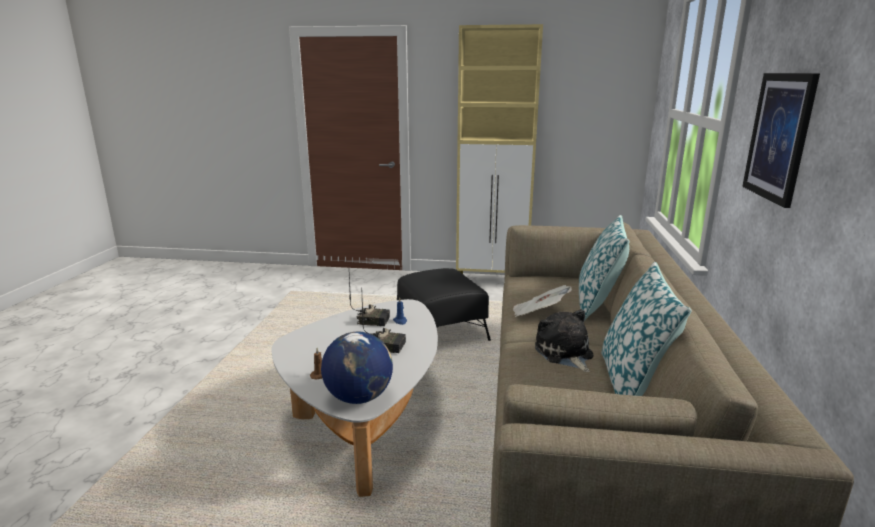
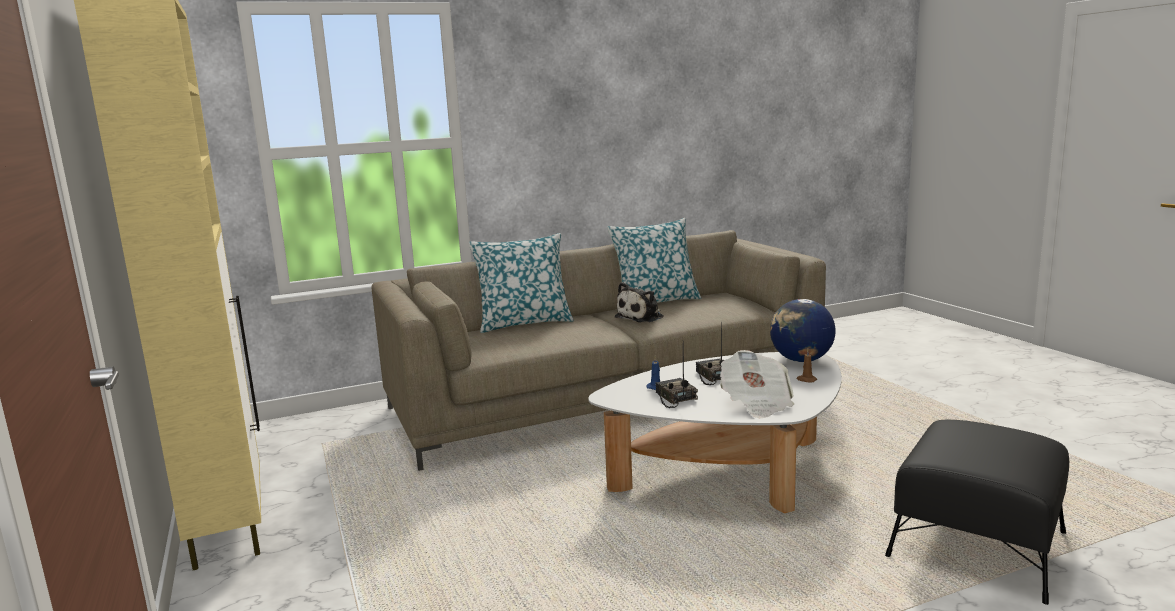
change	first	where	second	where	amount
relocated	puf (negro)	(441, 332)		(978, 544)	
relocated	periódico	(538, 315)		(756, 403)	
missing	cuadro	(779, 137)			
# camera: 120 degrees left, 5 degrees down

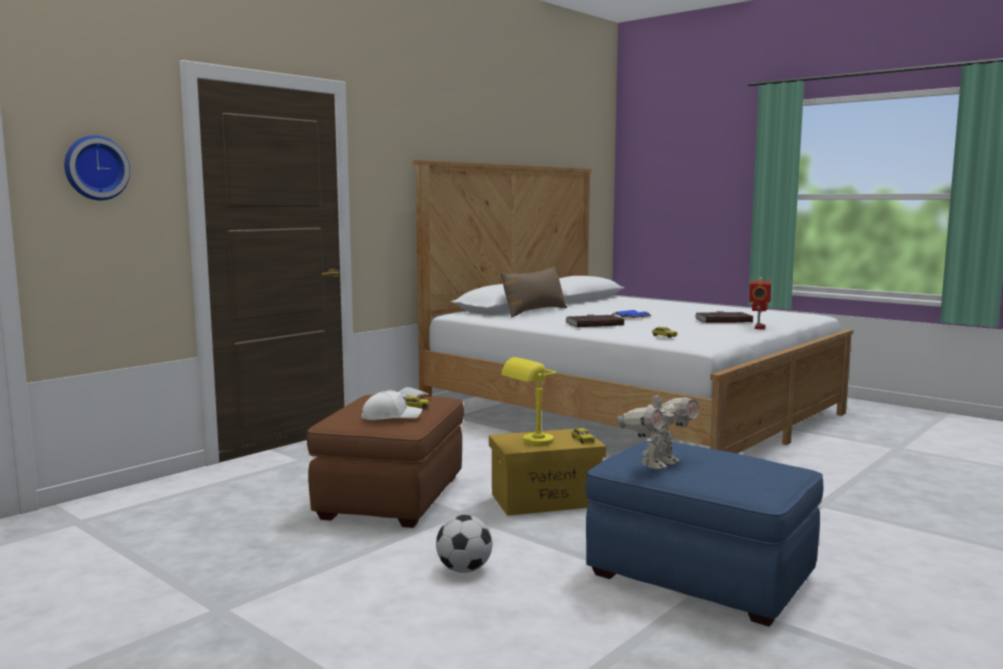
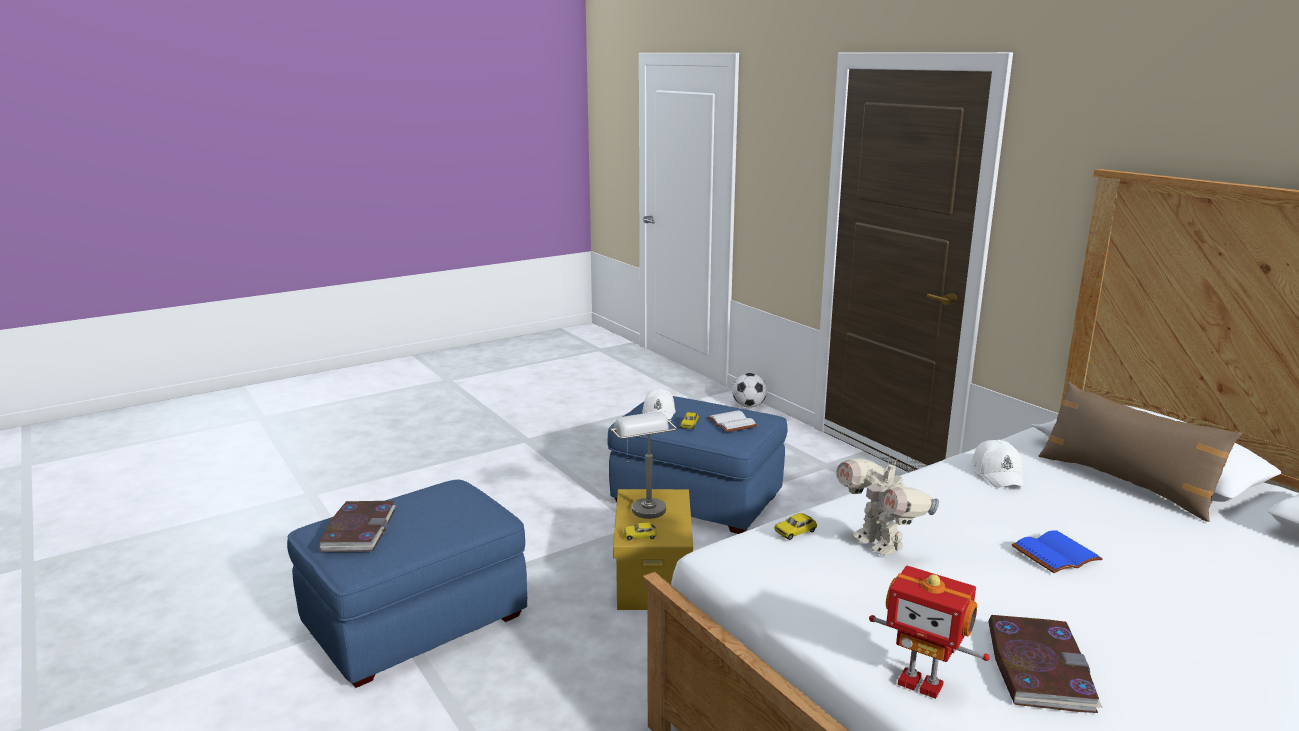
change	first	where	second	where	amount
missing	reloj de pared	(95, 168)			
colour	puf (marrón)	(392, 497)	puf (azul)	(698, 500)	
relocated	balón de fútbol	(464, 570)		(748, 406)	
colour	lámpara de mesa (amarillo)	(530, 443)	lámpara de mesa (gris)	(643, 505)	
relocated	libro	(594, 324)		(358, 530)	
relocated	robot de juguete	(657, 464)		(880, 543)	
appeared			gorra (blanco)	(998, 473)	
# camera: 105 degrees right, 10 degrees up

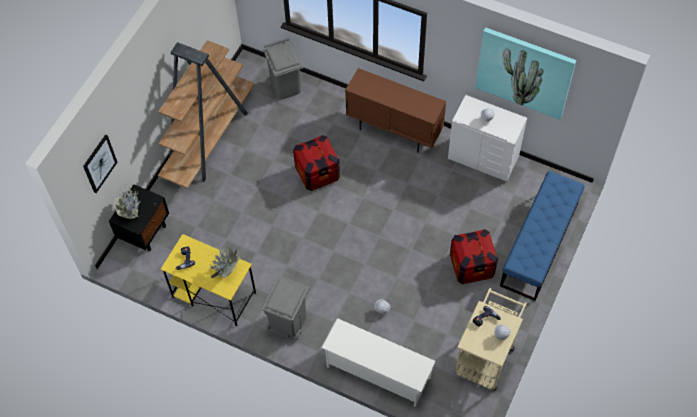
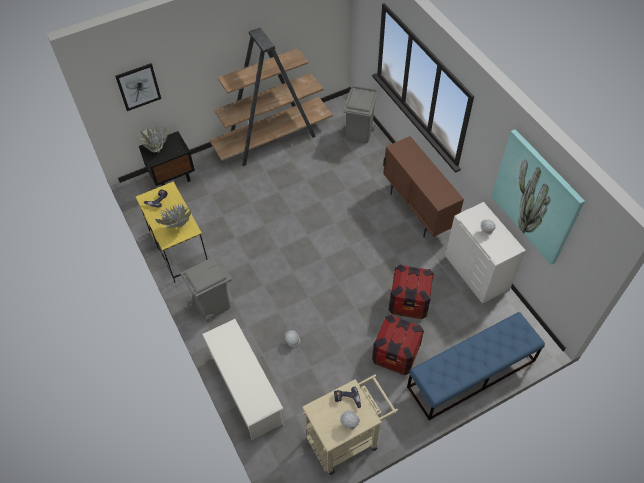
change	first	where	second	where	amount
relocated	caja de embalaje	(317, 173)		(408, 302)	
# camera: 35 degrees right, 5 degrees down

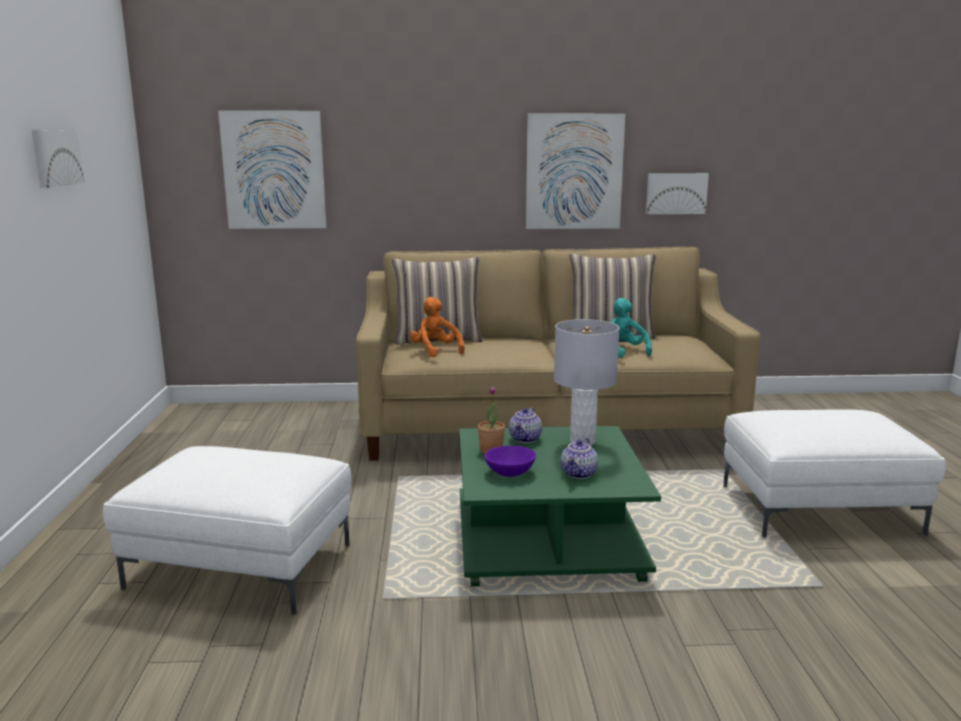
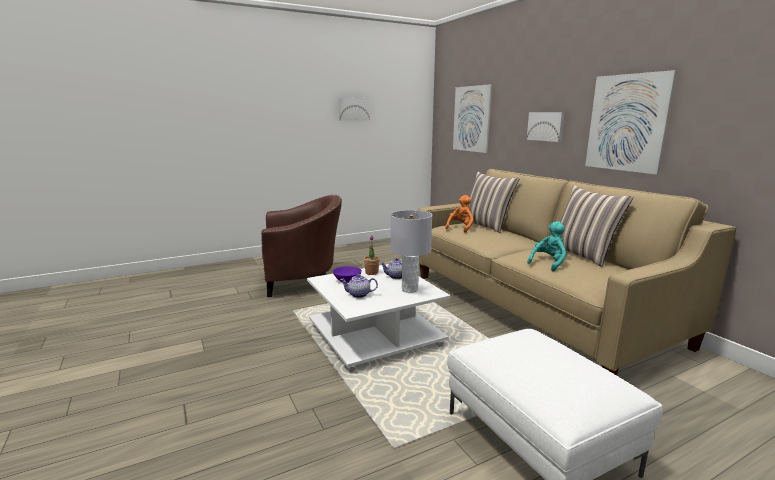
change	first	where	second	where	amount
exchanged	puf (blanco)	(244, 565)	sillón (marrón)	(303, 281)	
colour	mesa de centro (verde)	(549, 540)	mesa de centro (blanco)	(377, 336)	
relocated	cuadro	(676, 193)		(546, 126)	
# camera: 65 degrees right, 0 degrees up

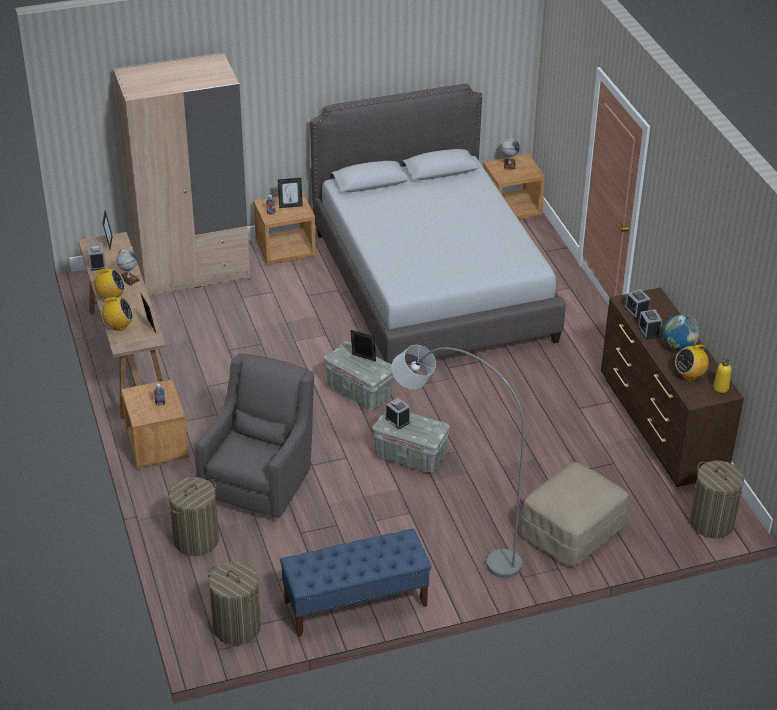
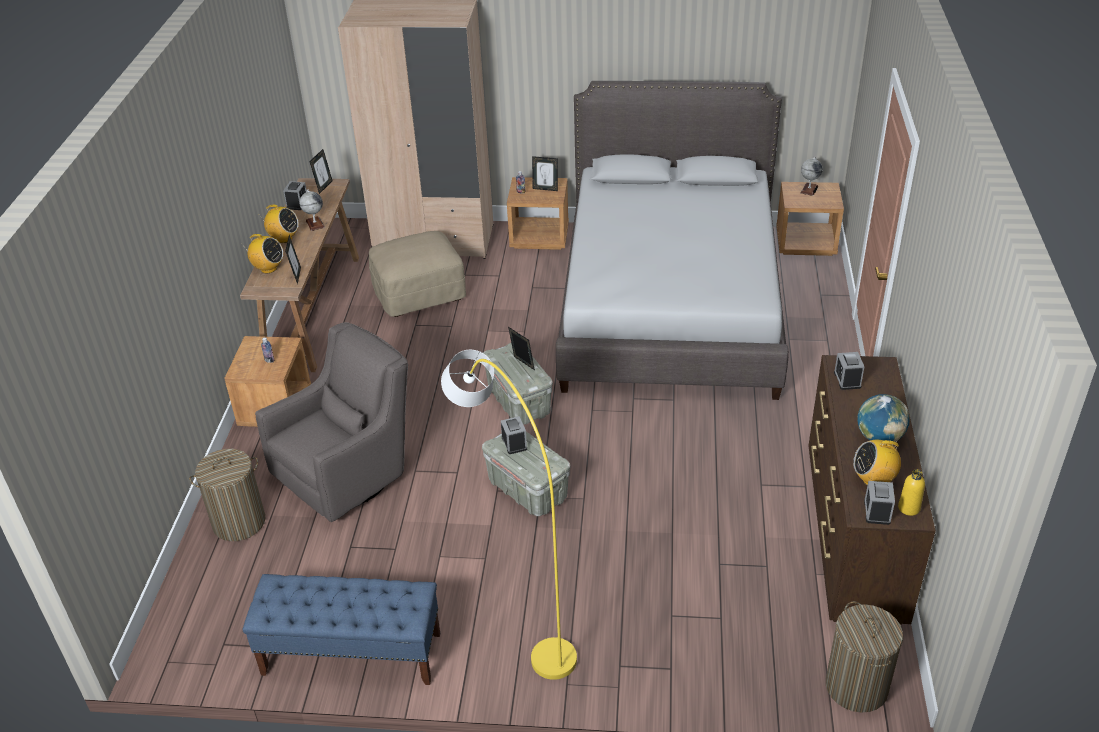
change	first	where	second	where	amount
missing	cesto de la ropa	(236, 627)			
colour	lámpara de pie (gris)	(451, 535)	lámpara de pie (amarillo)	(515, 600)	
relocated	puf (beis)	(572, 532)		(419, 294)	
relocated	despertador	(649, 331)		(877, 511)	
# camera: 25 degrees right, 0 degrees up

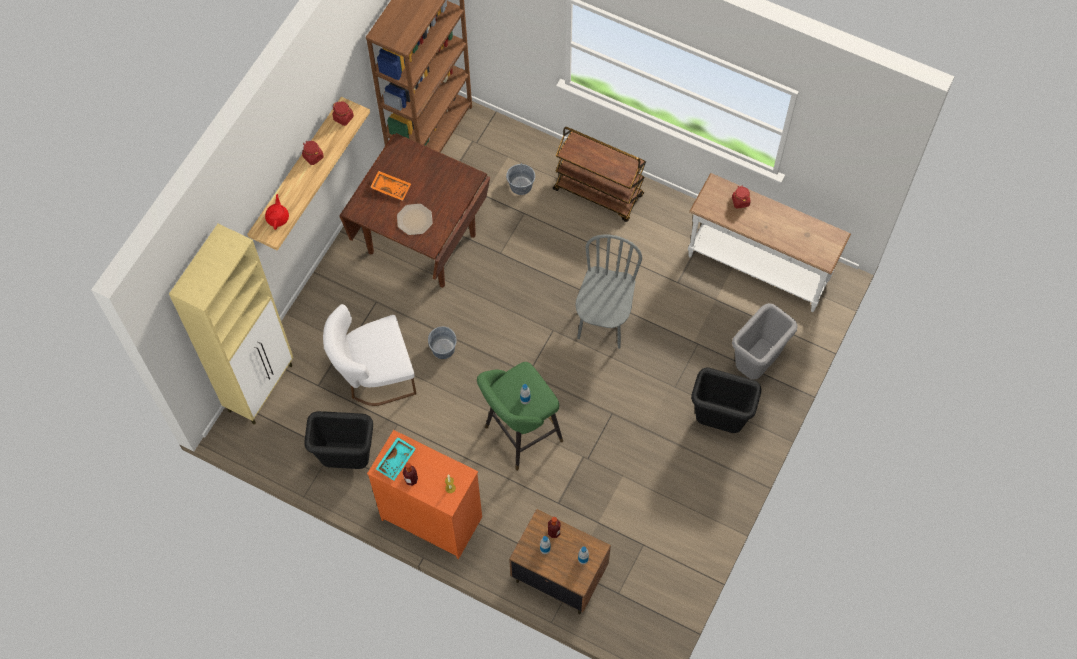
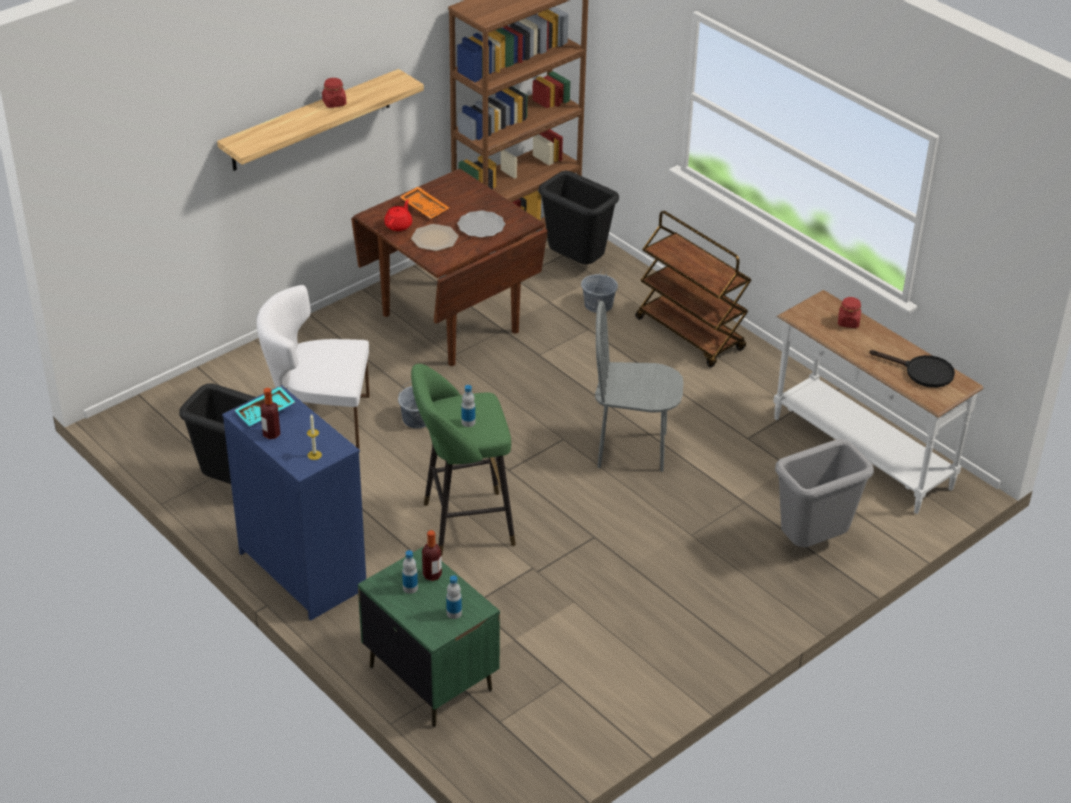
change	first	where	second	where	amount
missing	armario (beis)	(261, 387)			
relocated	tetera (rojo)	(278, 218)		(399, 225)	
missing	tarro (rojo)	(343, 118)			
colour	cómoda (naranja)	(432, 518)	cómoda (azul)	(303, 570)	
colour	mesita de noche (marrón)	(559, 575)	mesita de noche (verde)	(430, 678)	
spun	silla (gris)	(604, 322)		(632, 449)	120 degrees counterclockwise
relocated	papelera (negro)	(718, 421)		(575, 264)	
appeared			plato	(481, 226)	
appeared			sartén (negro)	(922, 372)	
# camera: 20 degrees right, 25 degrees down

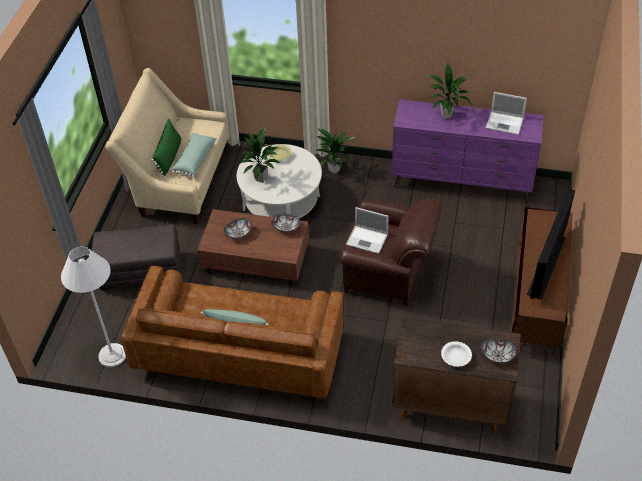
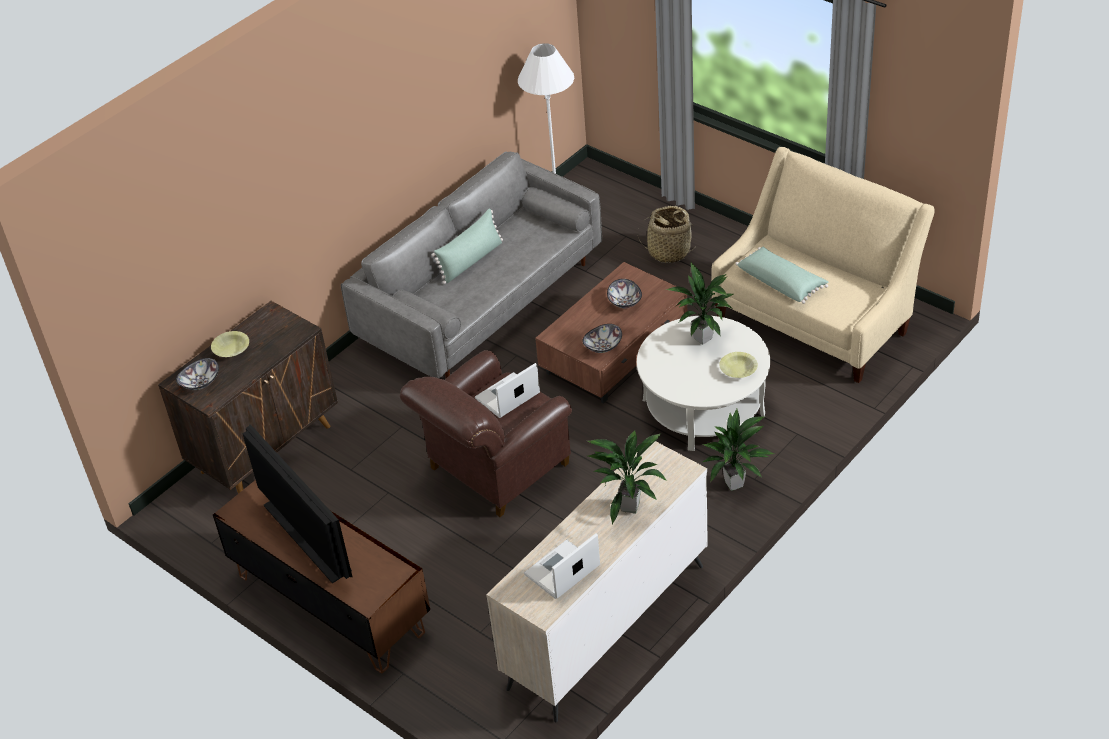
change	first	where	second	where	amount
exchanged	puf (gris)	(140, 271)	cesta	(669, 252)	
colour	sofá (marrón)	(239, 353)	sofá (gris)	(481, 301)	
missing	cojín (verde)	(169, 156)			
colour	cómoda (morado)	(462, 183)	cómoda (beis)	(606, 626)	
colour	cuenco (blanco)	(456, 357)	cuenco (amarillo)	(231, 349)	
# camera: 120 degrees right, 5 degrees down

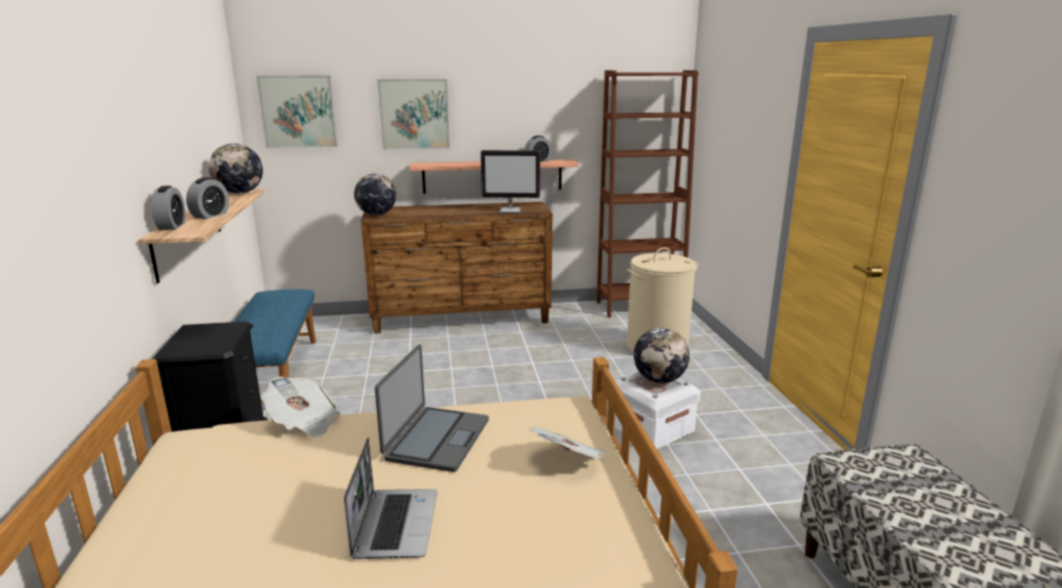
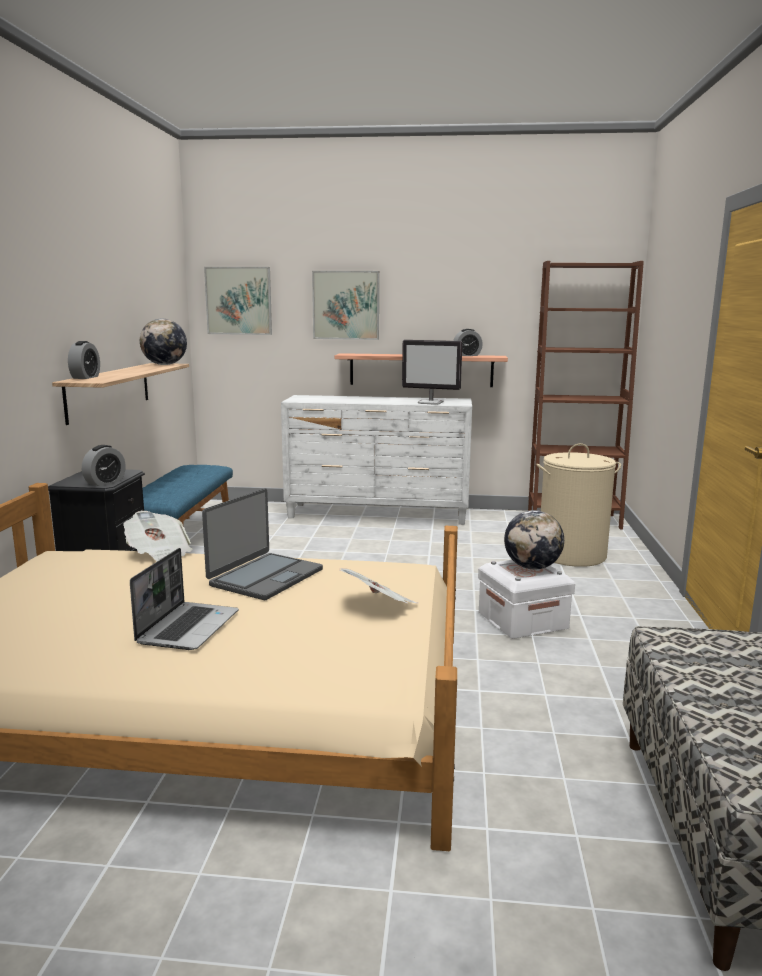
change	first	where	second	where	amount
relocated	despertador	(210, 215)		(105, 482)	
missing	globo terráqueo	(376, 214)			
colour	cómoda (marrón)	(462, 319)	cómoda (blanco)	(378, 514)	
# camera: 15 degrees right, 5 degrees down

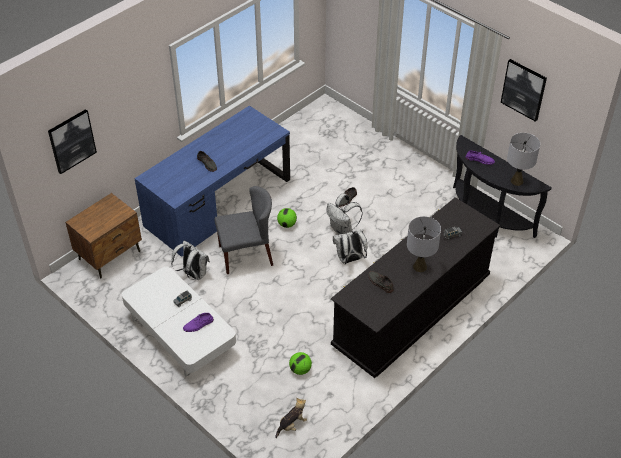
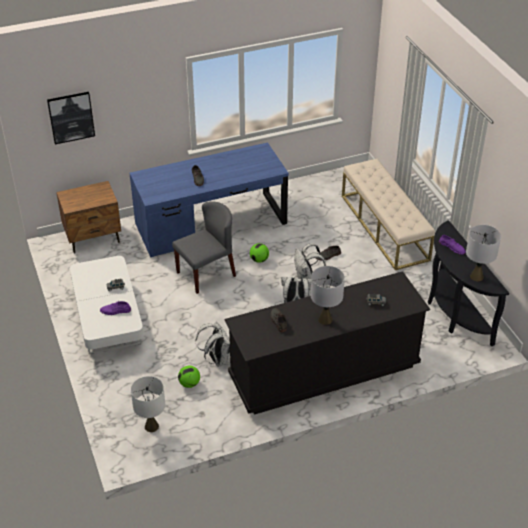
change	first	where	second	where	amount
relocated	mochila (blanco)	(193, 274)		(217, 359)	
spun	silla (gris)	(246, 255)		(206, 274)	45 degrees counterclockwise
exchanged	peluche	(292, 425)	lámpara de mesa (blanco)	(151, 426)	
missing	cuadro	(524, 89)			
appeared			banco (beis)	(384, 227)	
# camera: 25 degrees right, 5 degrees down

